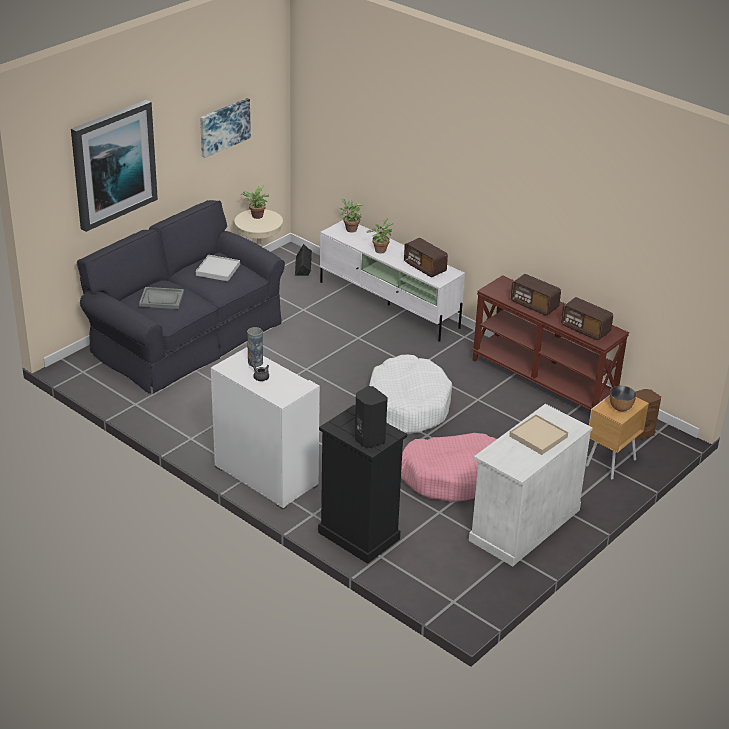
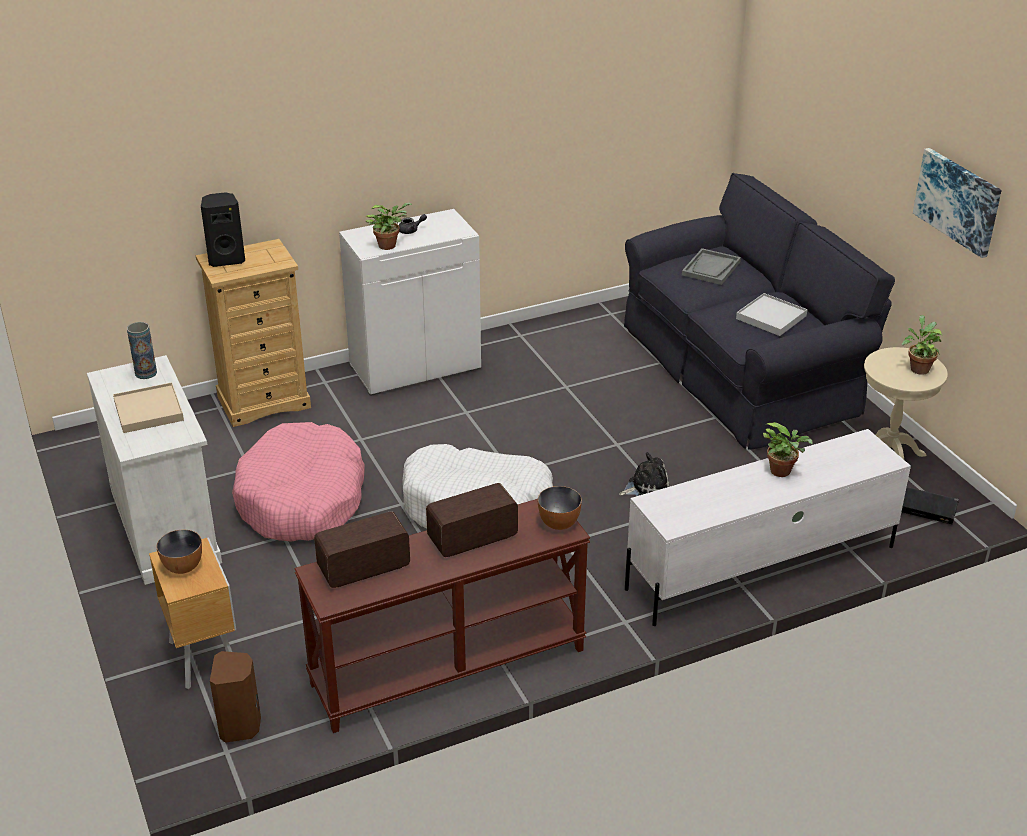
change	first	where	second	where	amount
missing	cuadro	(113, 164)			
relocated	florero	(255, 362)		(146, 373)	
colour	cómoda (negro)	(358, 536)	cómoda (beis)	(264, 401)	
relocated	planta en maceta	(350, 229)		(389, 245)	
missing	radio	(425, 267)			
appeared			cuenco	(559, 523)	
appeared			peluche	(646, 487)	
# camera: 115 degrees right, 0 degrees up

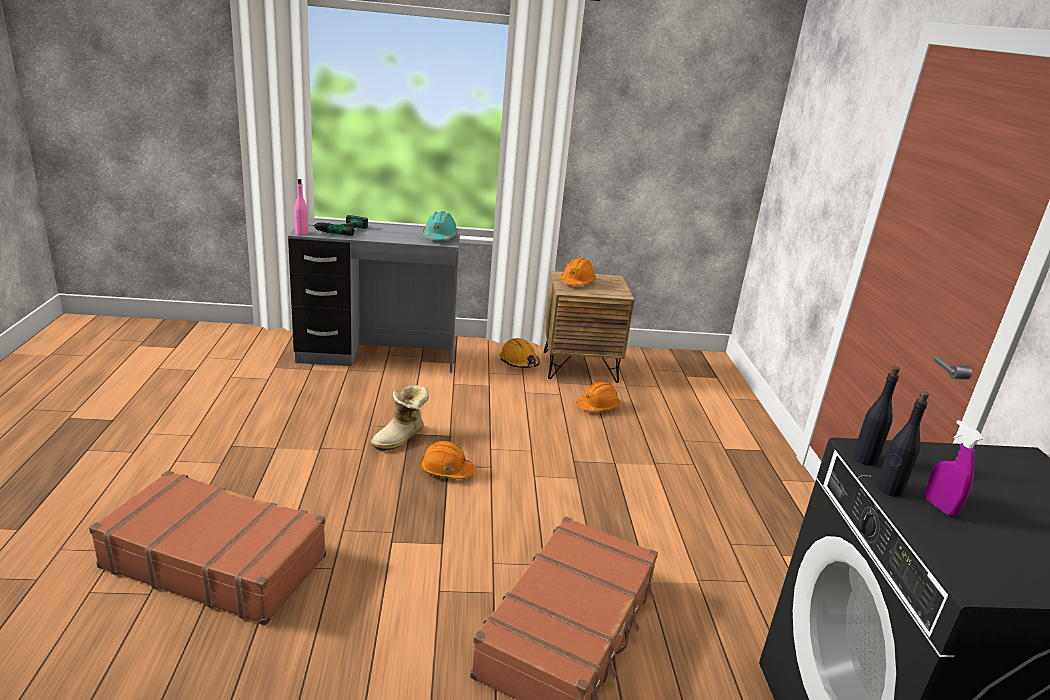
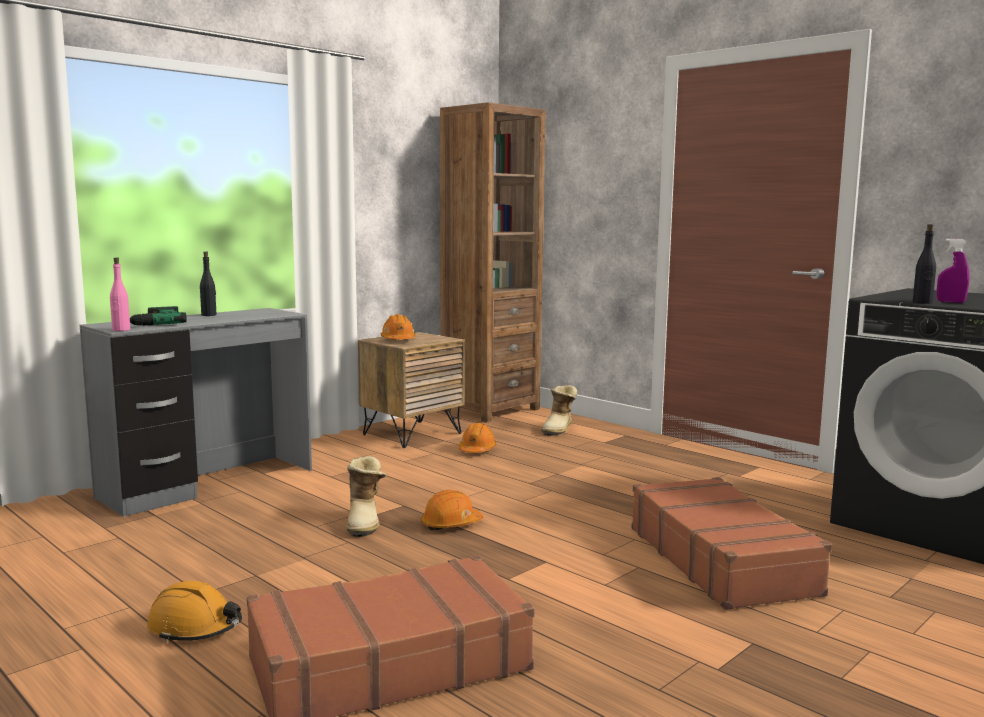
change	first	where	second	where	amount
missing	casco (turquesa)	(439, 237)			
relocated	casco (naranja)	(519, 361)		(195, 628)	
relocated	botella (negro)	(865, 459)		(209, 315)	
appeared			estantería (marrón)	(490, 410)	
appeared			bota	(559, 429)	
# camera: 40 degrees left, 15 degrees down

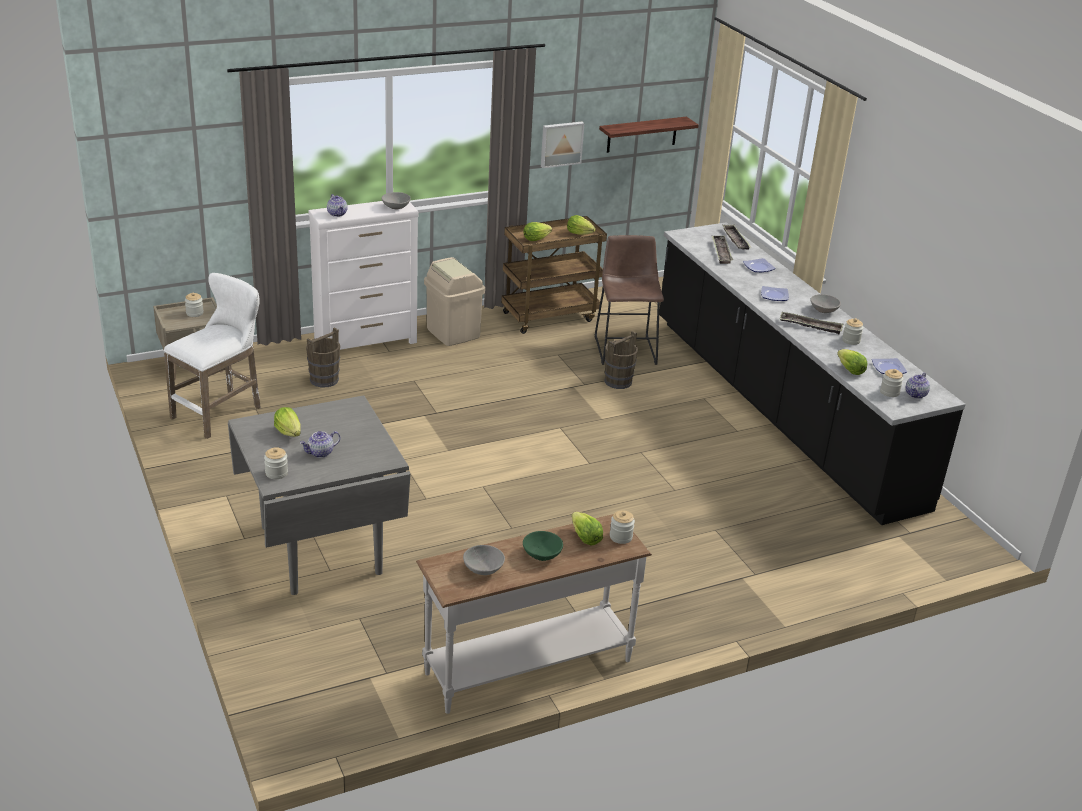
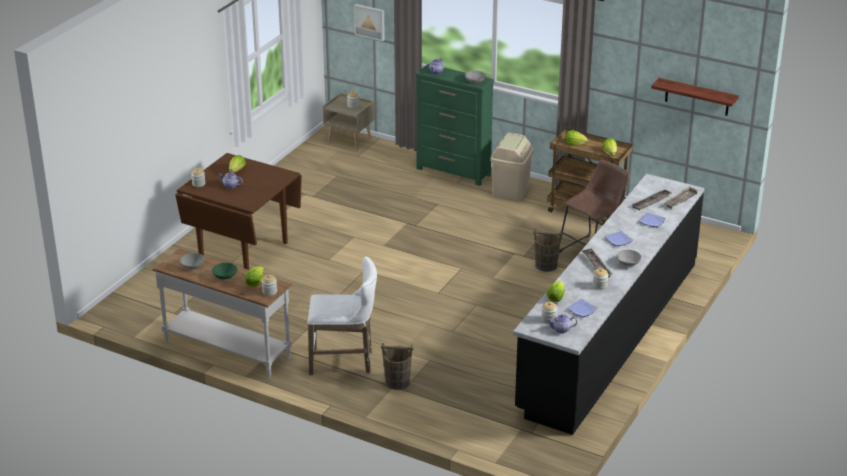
change	first	where	second	where	amount
relocated	taburete (blanco)	(221, 412)		(345, 362)	
colour	mesa de comedor (gris)	(322, 549)	mesa de comedor (marrón)	(244, 252)	
relocated	cubo (marrón)	(324, 380)		(397, 382)	
colour	cómoda (blanco)	(366, 343)	cómoda (verde)	(454, 172)	
relocated	cuadro	(561, 143)		(370, 21)	
# camera: 55 degrees right, 0 degrees up

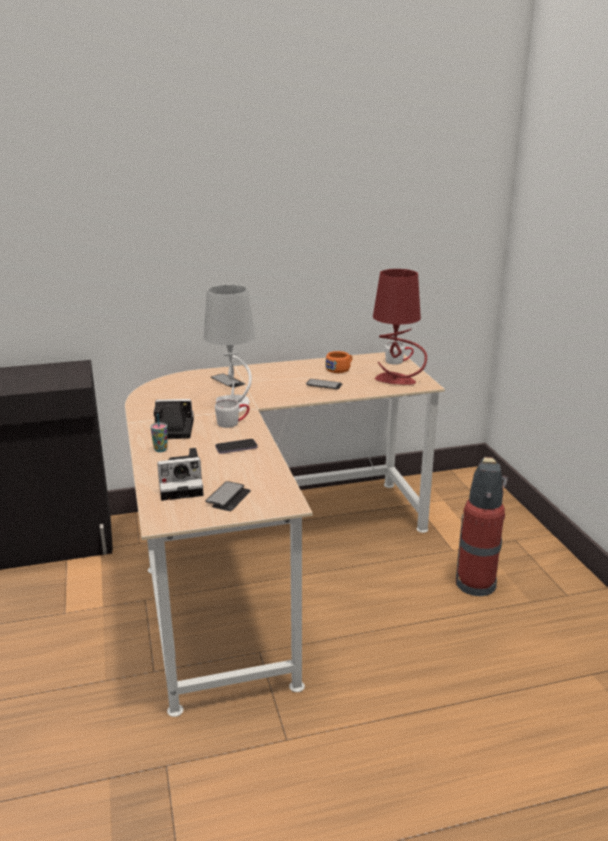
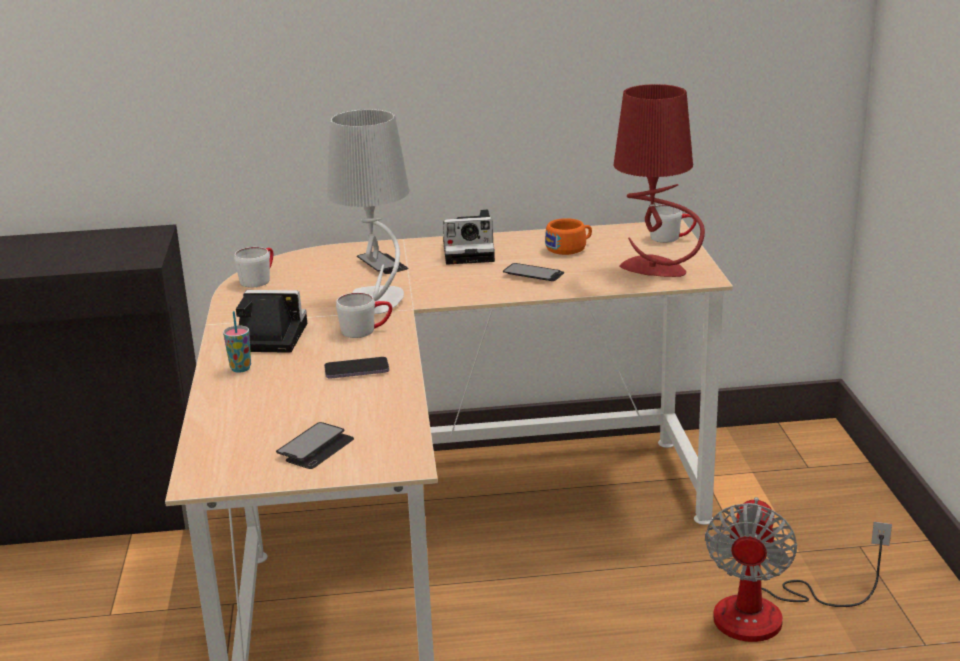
change	first	where	second	where	amount
relocated	cámara	(182, 485)		(471, 251)	
exchanged	extintor	(475, 583)	ventilador	(771, 613)	
appeared			taza grande (blanco)	(259, 279)	
# camera: 10 degrees right, 0 degrees up

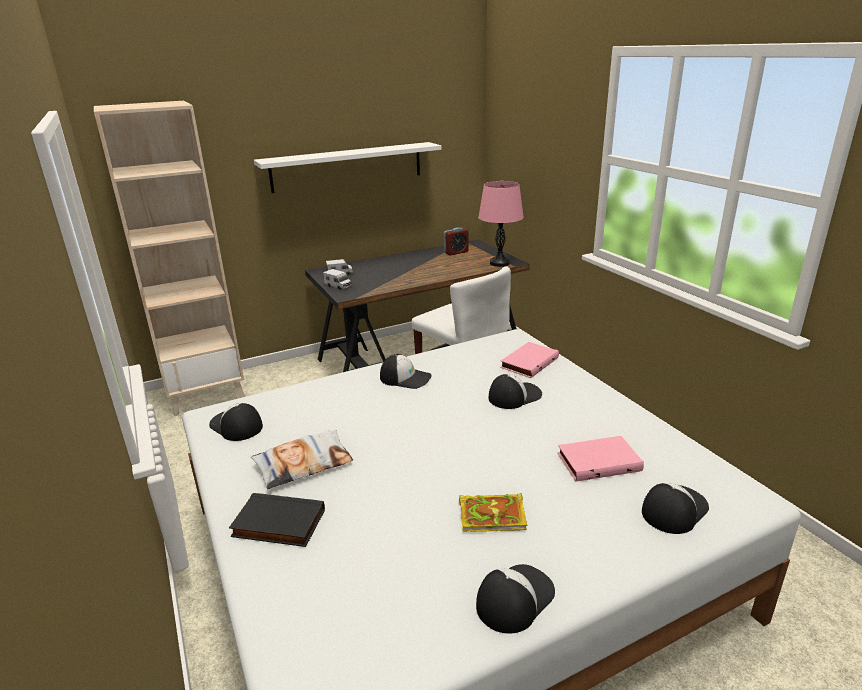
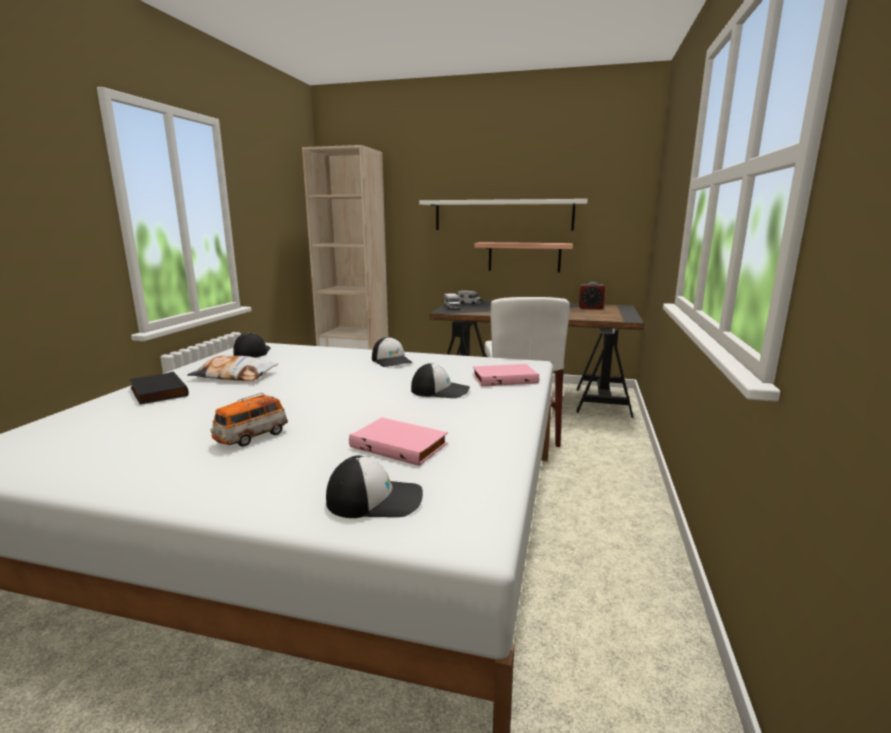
change	first	where	second	where	amount
exchanged	libro	(494, 515)	coche de juguete	(251, 437)	
missing	gorra	(514, 598)			
missing	lámpara de mesa (rosa)	(499, 263)			
appeared			estante	(524, 257)	
# camera: 40 degrees right, 10 degrees down

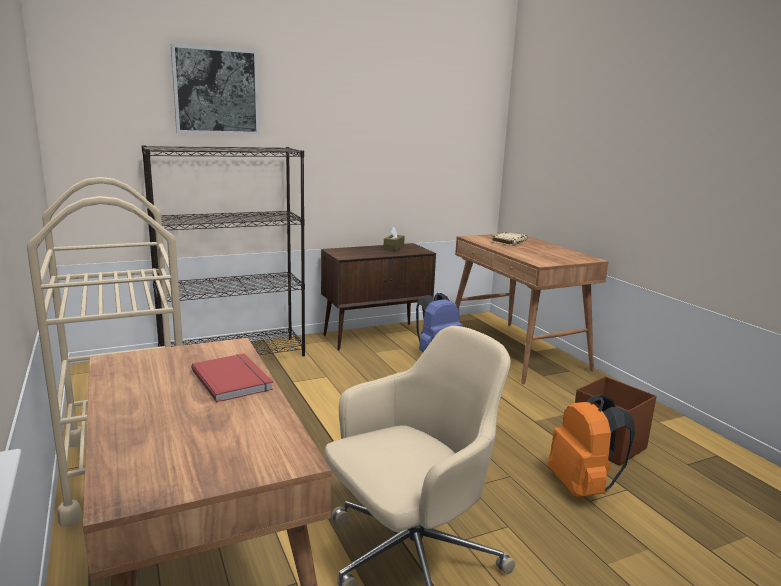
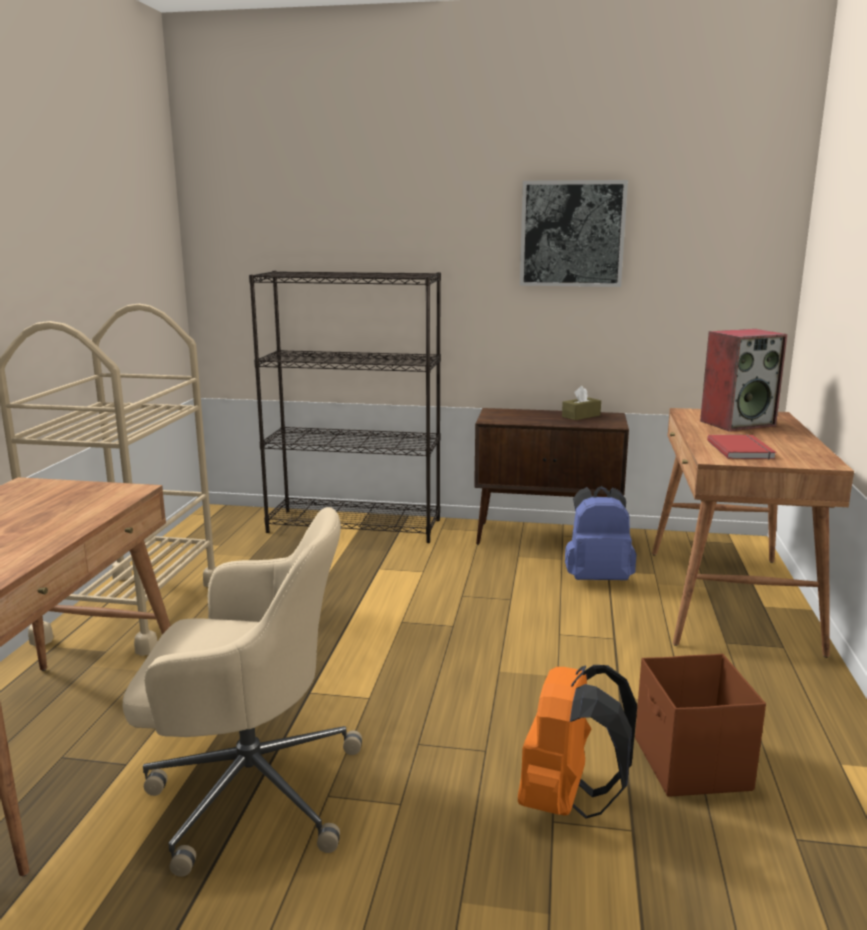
change	first	where	second	where	amount
relocated	cuadro	(216, 91)		(572, 234)	
relocated	libro (rojo)	(234, 379)		(742, 450)	
exchanged	libro (beis)	(508, 242)	altavoz	(737, 423)	
# camera: 35 degrees right, 0 degrees up

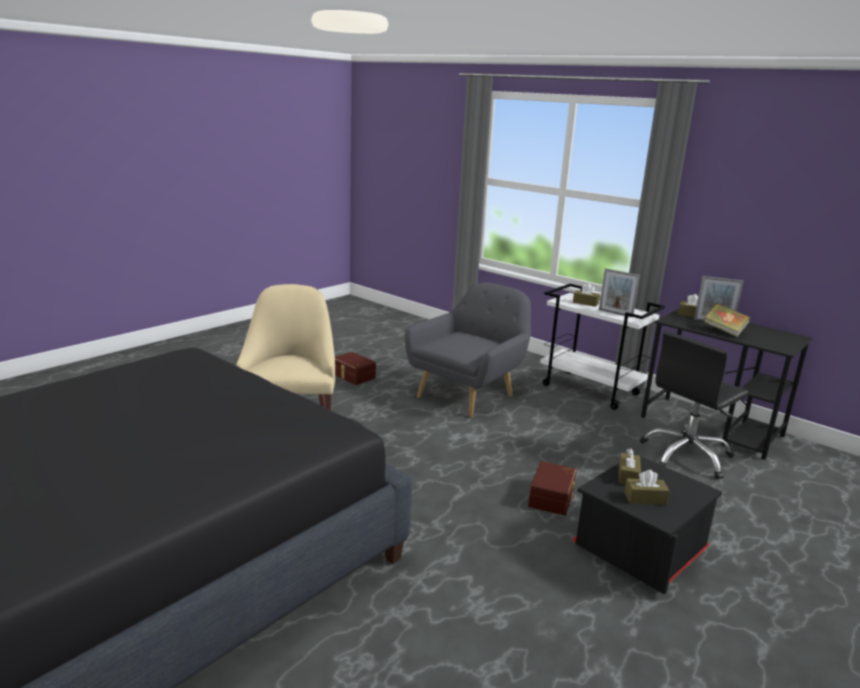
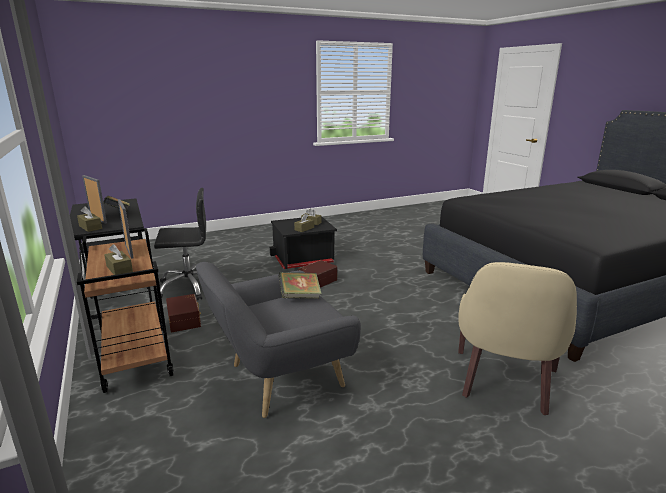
change	first	where	second	where	amount
relocated	caja de almacenaje (marrón)	(352, 376)		(185, 320)	
colour	carrito (blanco)	(591, 390)	carrito (marrón)	(135, 357)	
appeared			libro	(300, 297)	
# camera: 155 degrees left, 0 degrees up

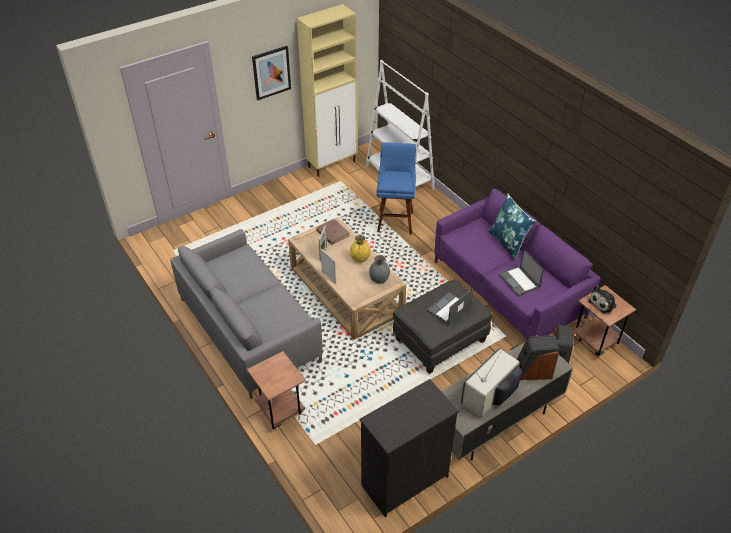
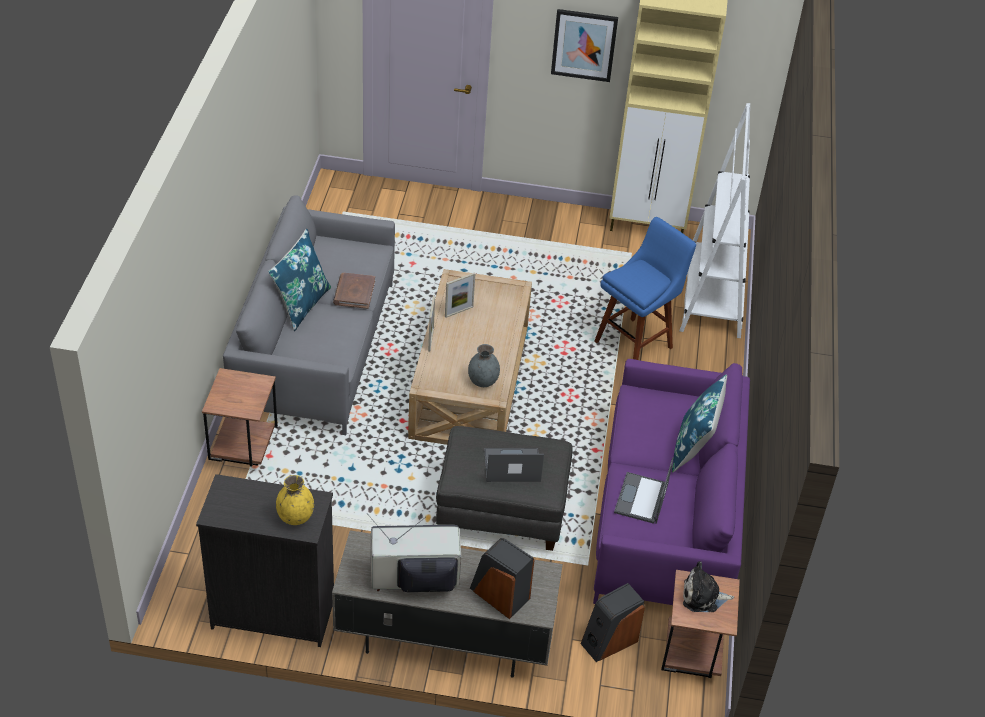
change	first	where	second	where	amount
relocated	libro (marrón)	(332, 233)		(354, 293)	
relocated	florero (amarillo)	(360, 259)		(295, 517)	
appeared			cojín (azul)	(301, 305)	
# camera: 40 degrees right, 0 degrees up

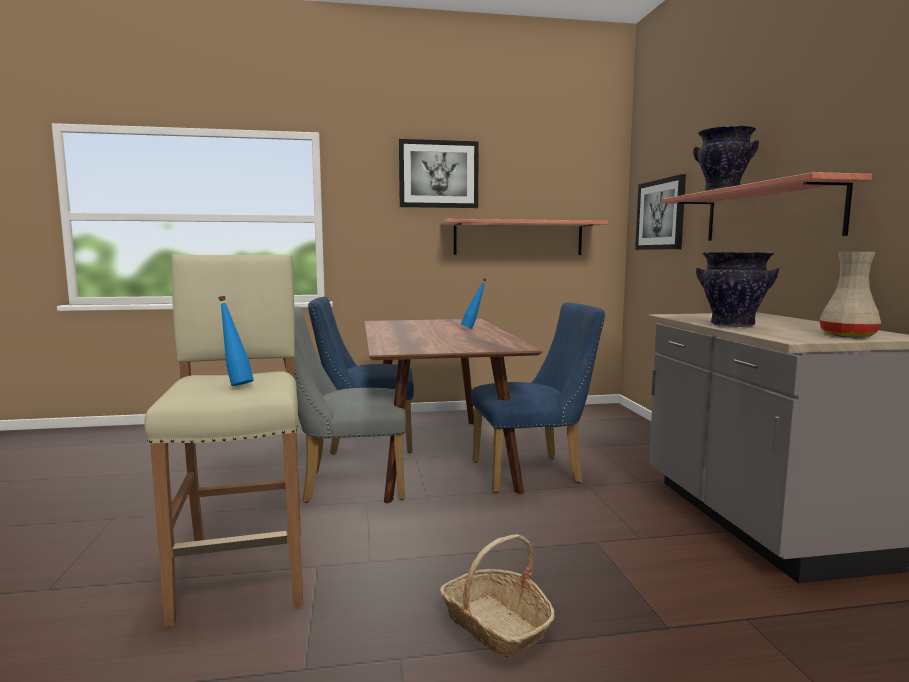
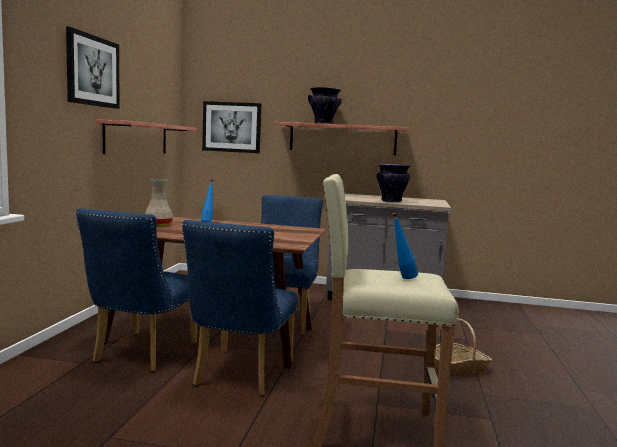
change	first	where	second	where	amount
colour	silla (gris)	(346, 485)	silla (azul)	(239, 376)	
relocated	florero (beis)	(849, 336)		(159, 224)	
# camera: 70 degrees left, 0 degrees up

